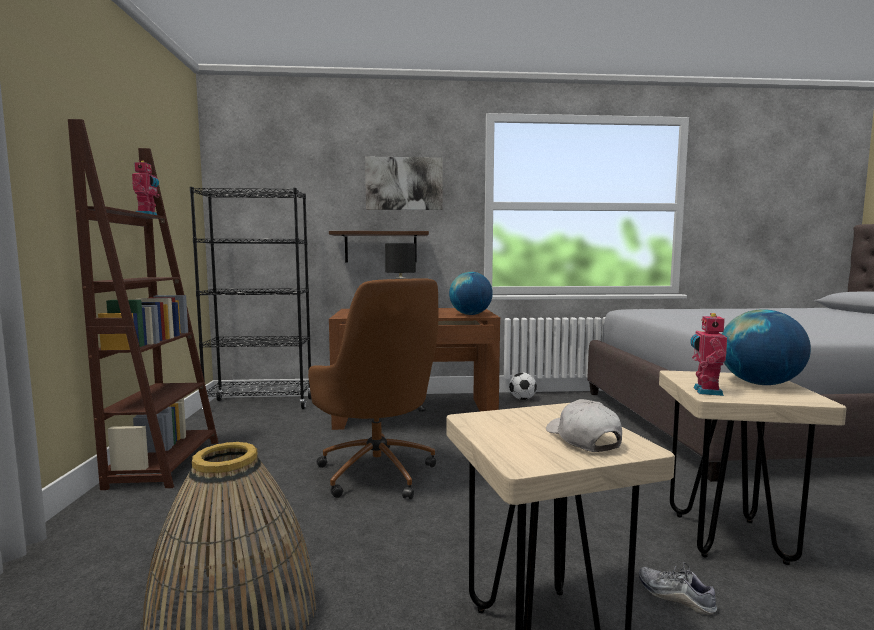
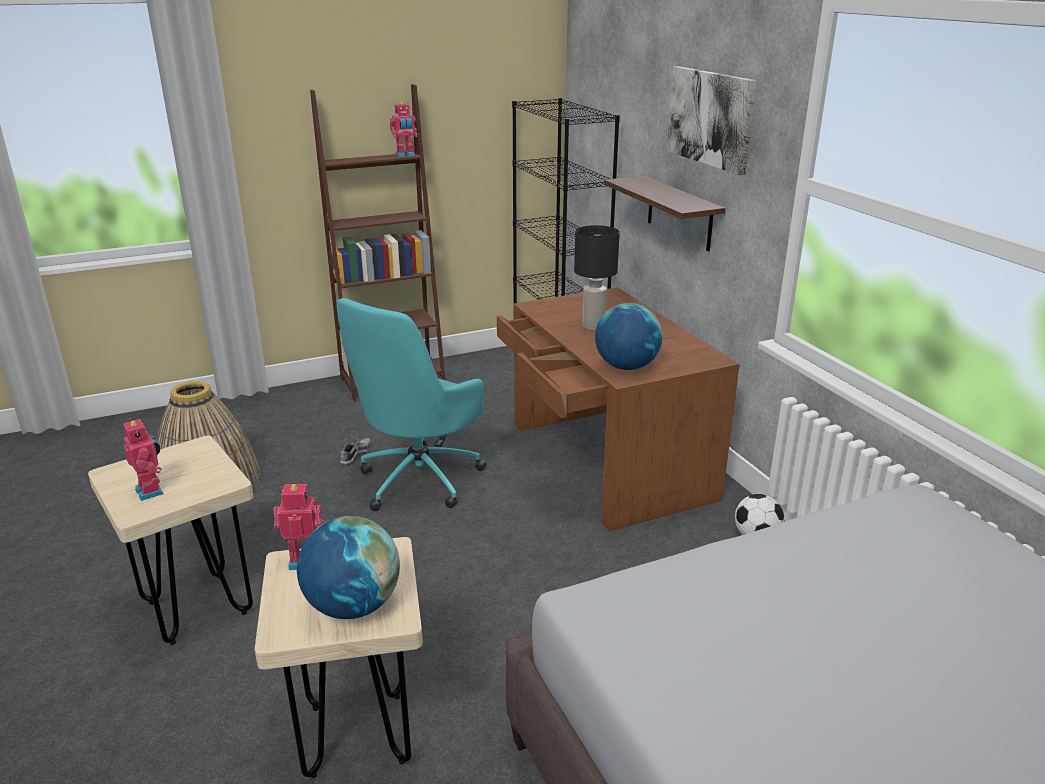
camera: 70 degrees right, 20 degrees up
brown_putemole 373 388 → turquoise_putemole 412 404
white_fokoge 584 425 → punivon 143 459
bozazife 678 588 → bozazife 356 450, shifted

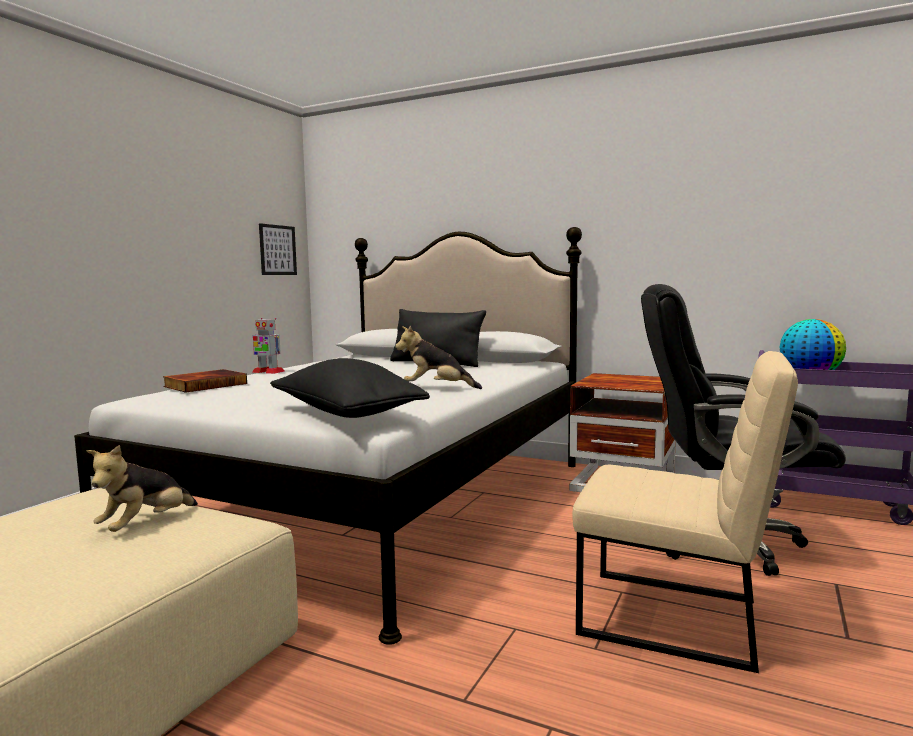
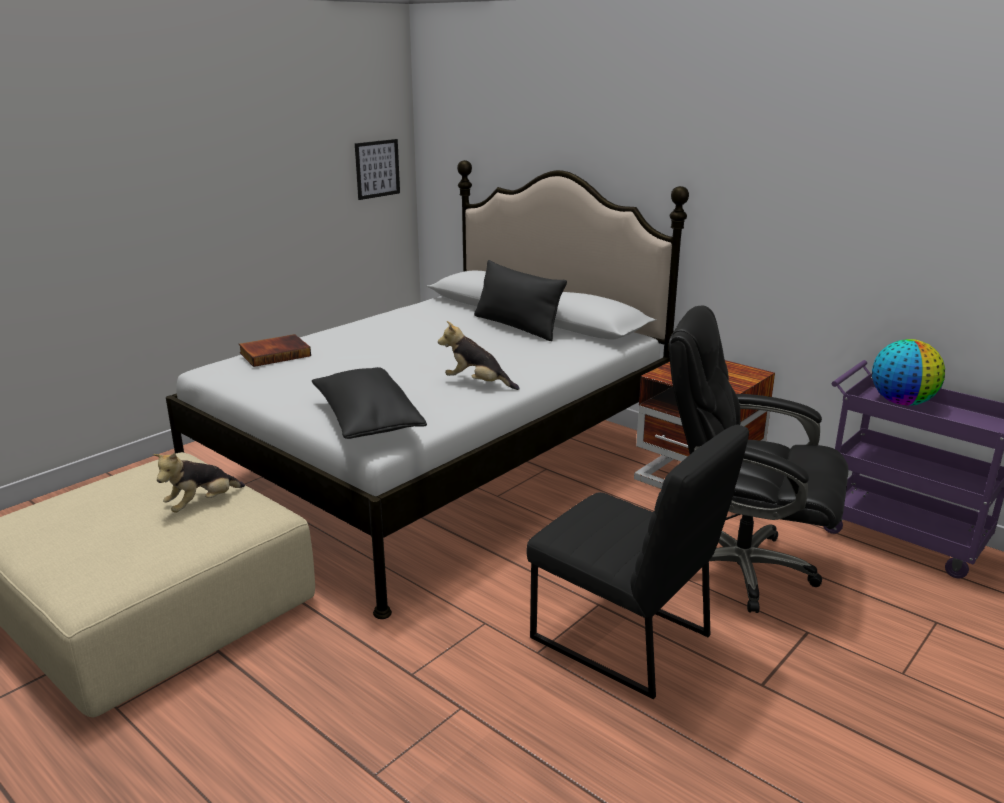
camera: 15 degrees right, 15 degrees up
punivon 268 346 → -
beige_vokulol 685 512 → black_vokulol 638 561

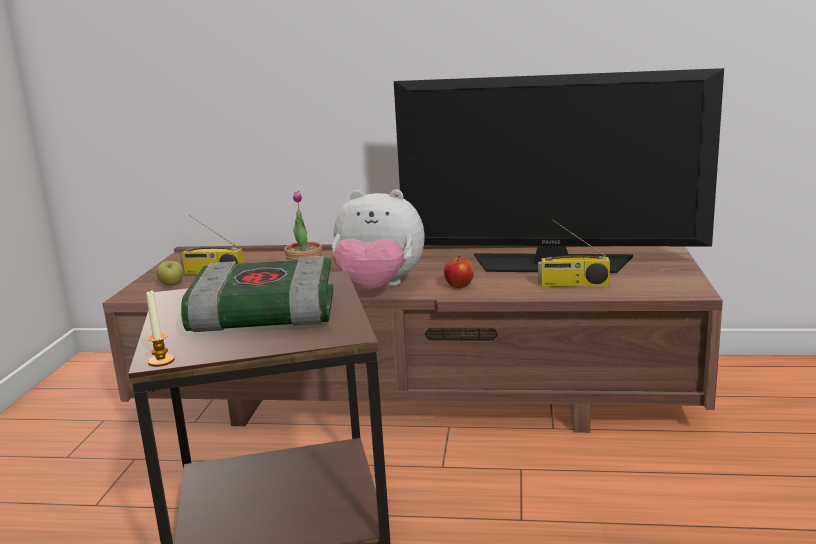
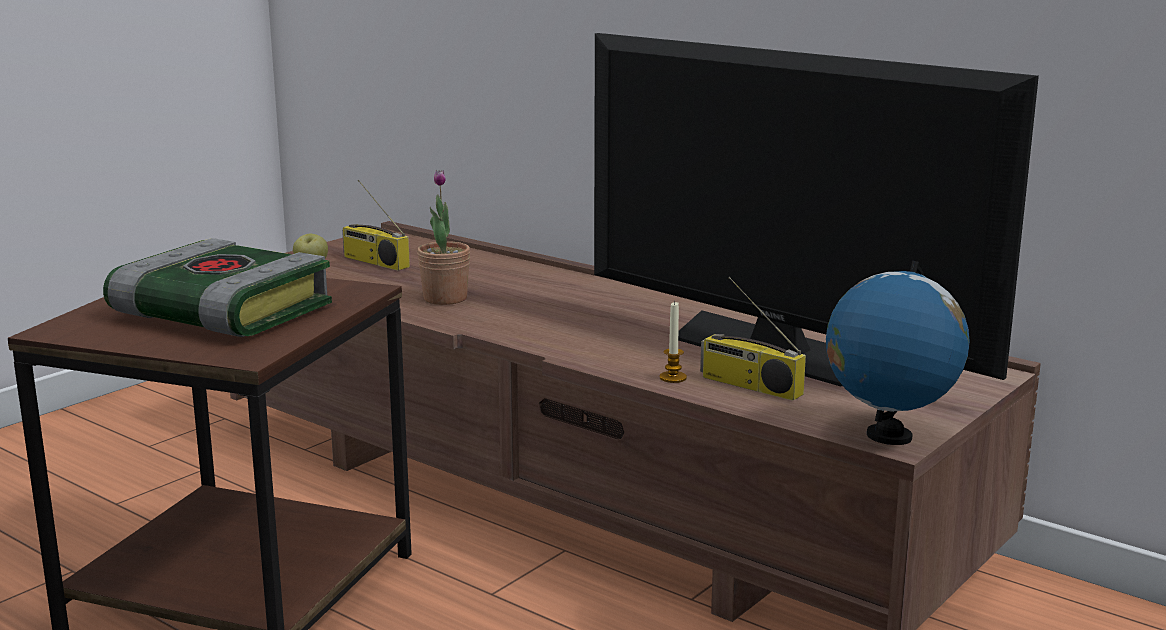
camera: 30 degrees right, 0 degrees up
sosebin 378 239 → -
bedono 459 271 → -
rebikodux 160 328 → rebikodux 673 342, shifted
- → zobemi 898 353

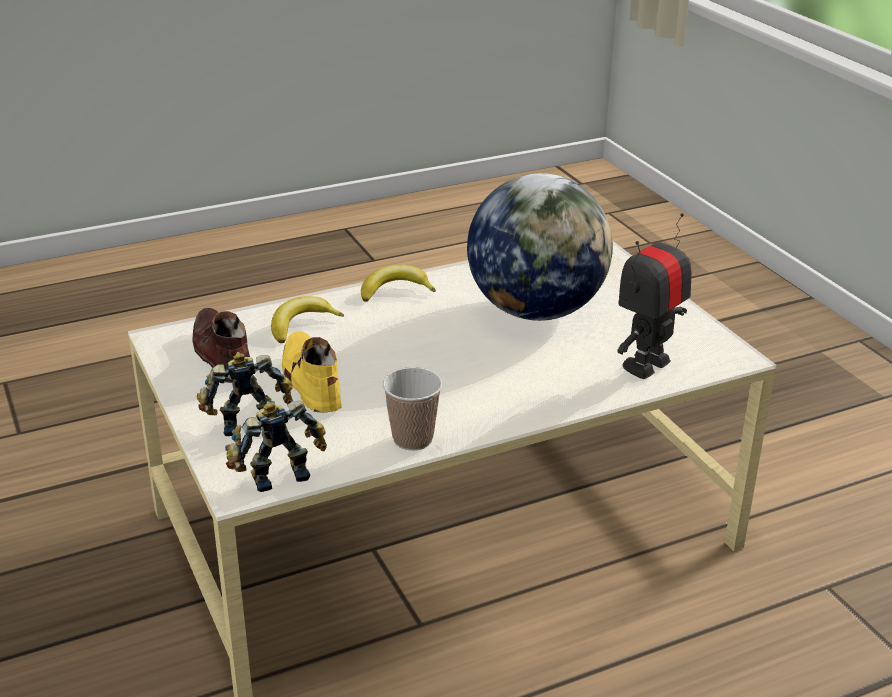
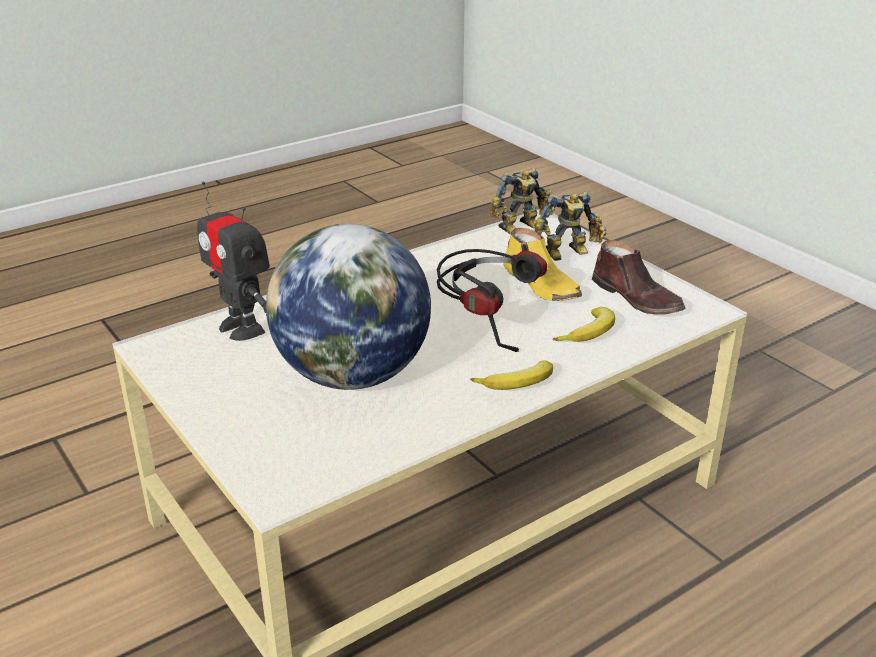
camera: 170 degrees right, 0 degrees up
punivon 655 296 → punivon 233 261, 105 degrees clockwise
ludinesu 412 409 → -
- → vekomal 492 300

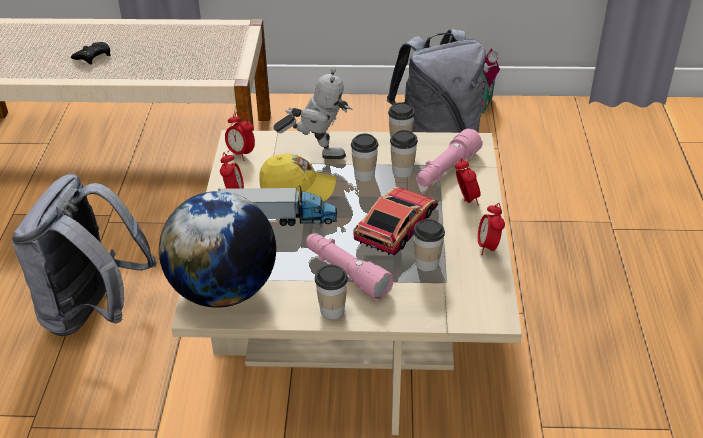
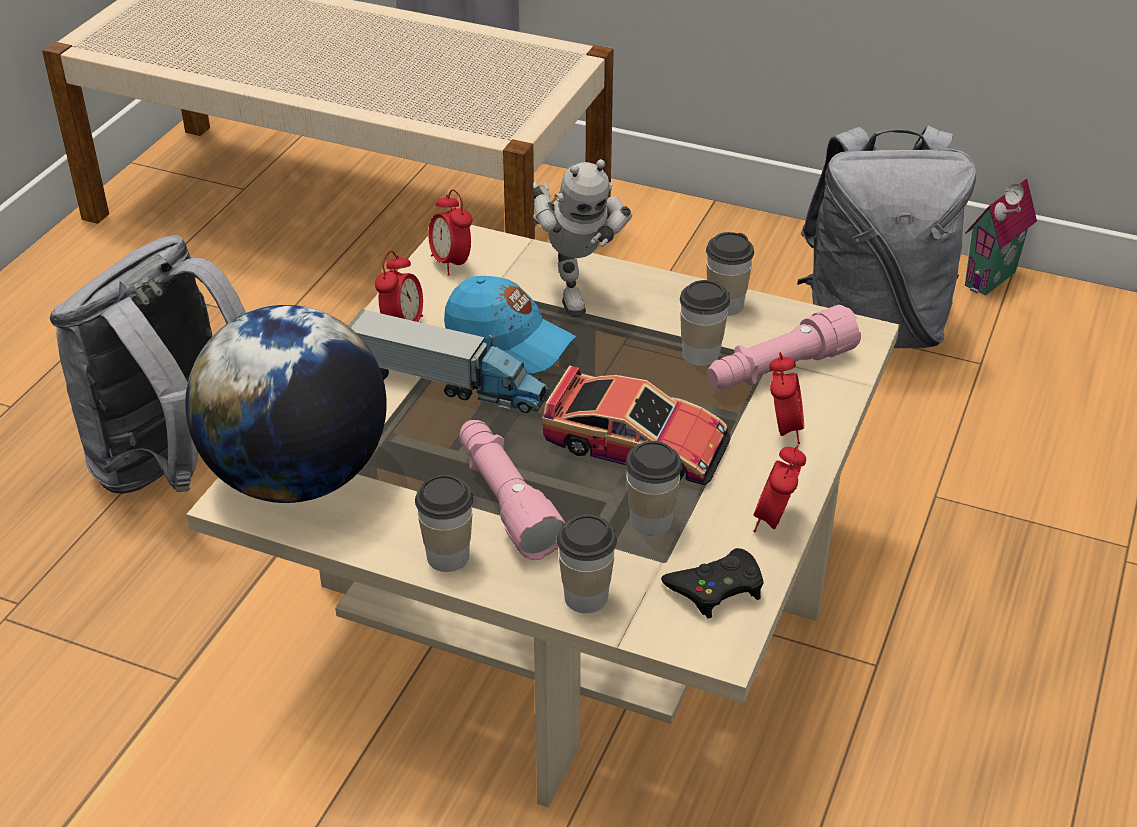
camera: 20 degrees right, 0 degrees up
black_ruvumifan 91 53 → black_ruvumifan 712 583, shifted
punivon 313 113 → punivon 582 238, 45 degrees clockwise
ludinesu 364 157 → ludinesu 587 563, shifted
yellow_fokoge 297 177 → blue_fokoge 510 324
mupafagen 396 221 → mupafagen 636 425, 60 degrees clockwise

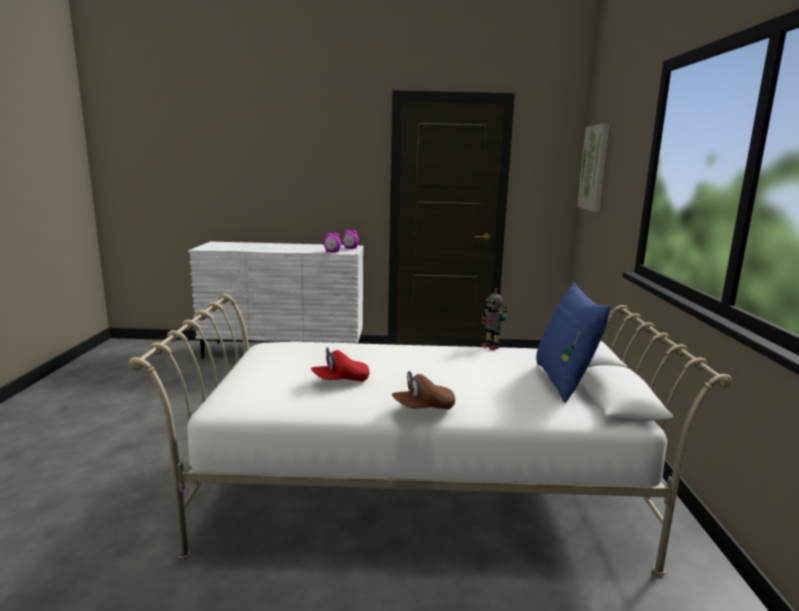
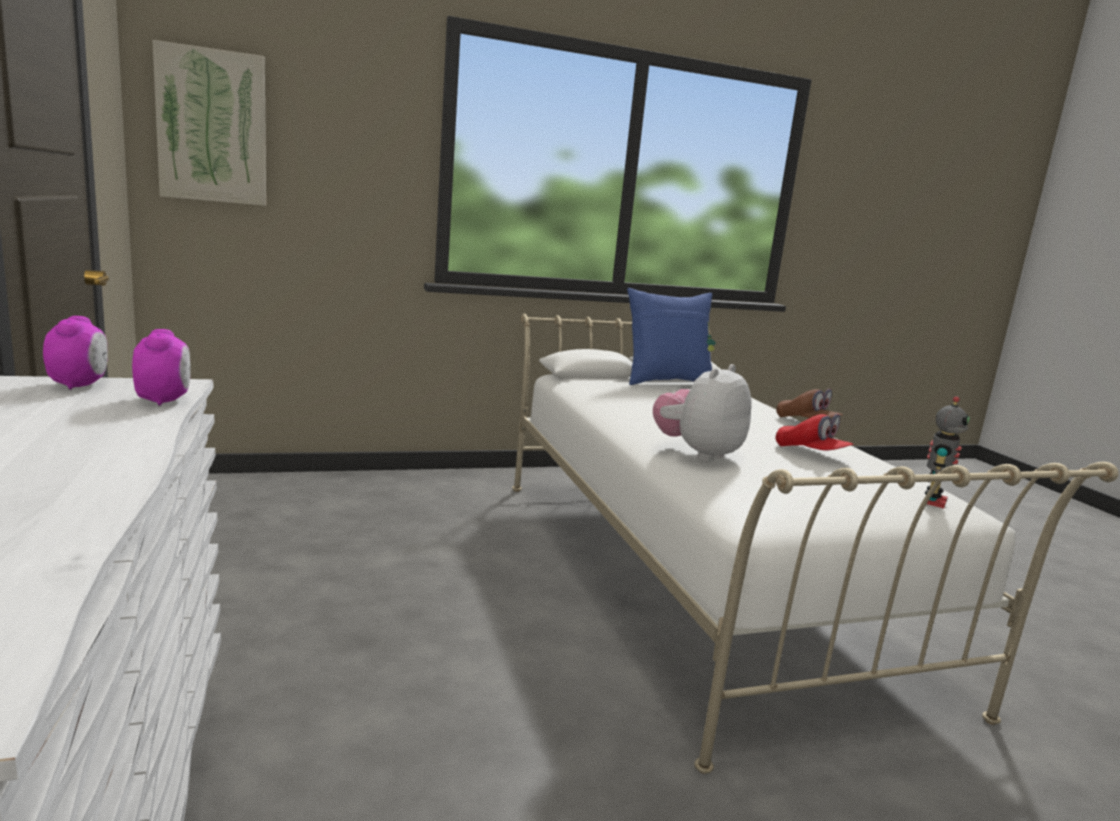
camera: 110 degrees left, 0 degrees up
punivon 494 319 → punivon 947 452, shifted
- → sosebin 702 413

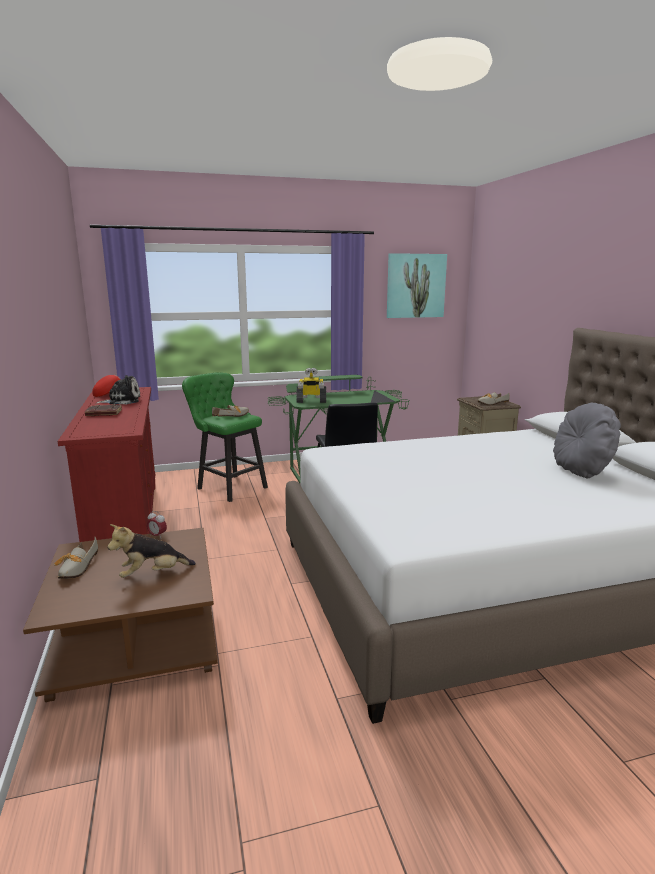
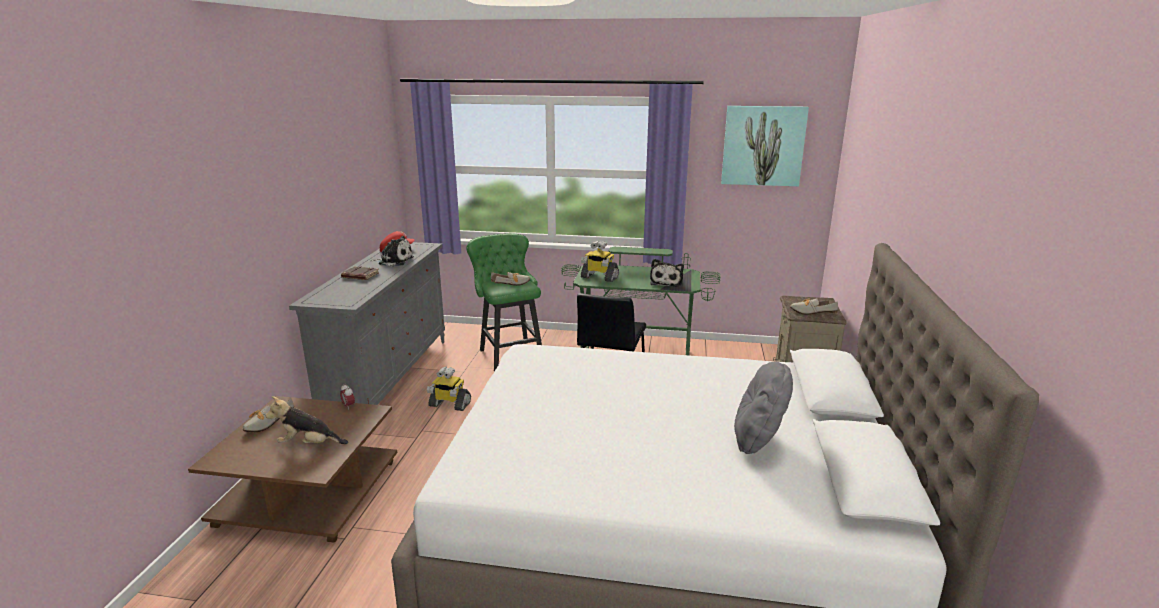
camera: 25 degrees right, 5 degrees up
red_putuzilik 106 464 → grey_putuzilik 367 323
- → sosebin 667 273
- → punivon 449 388

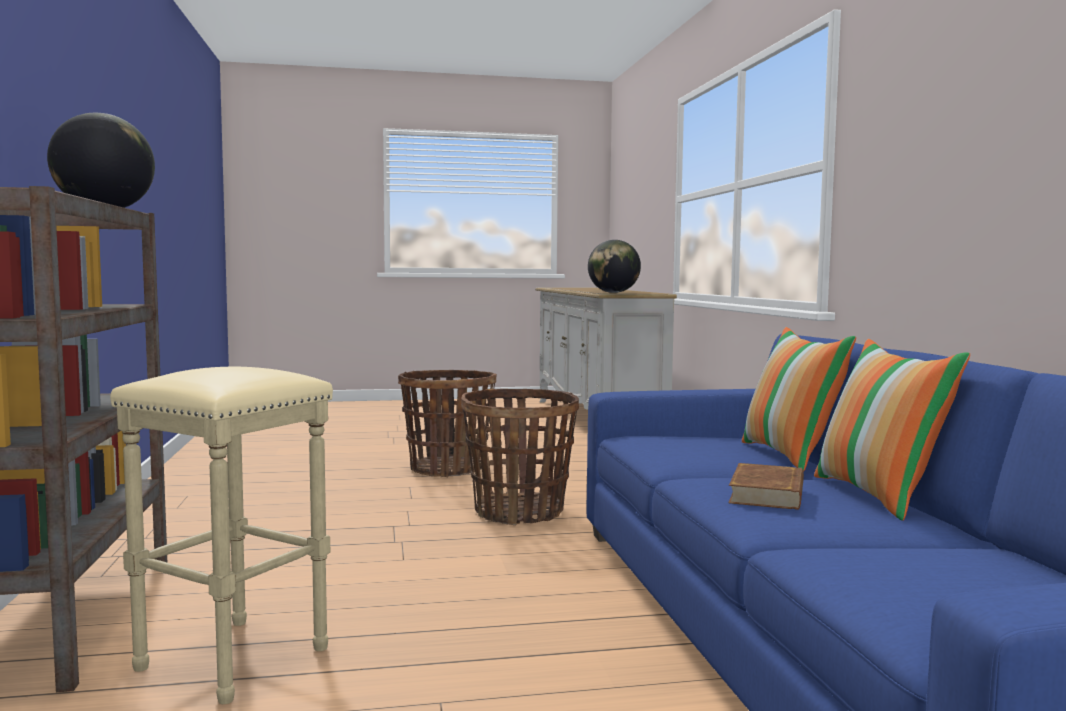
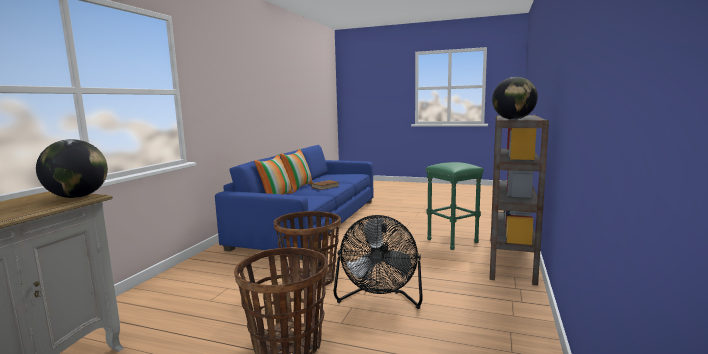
camera: 150 degrees left, 5 degrees up
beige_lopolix 221 535 → green_lopolix 455 206
- → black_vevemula 378 262

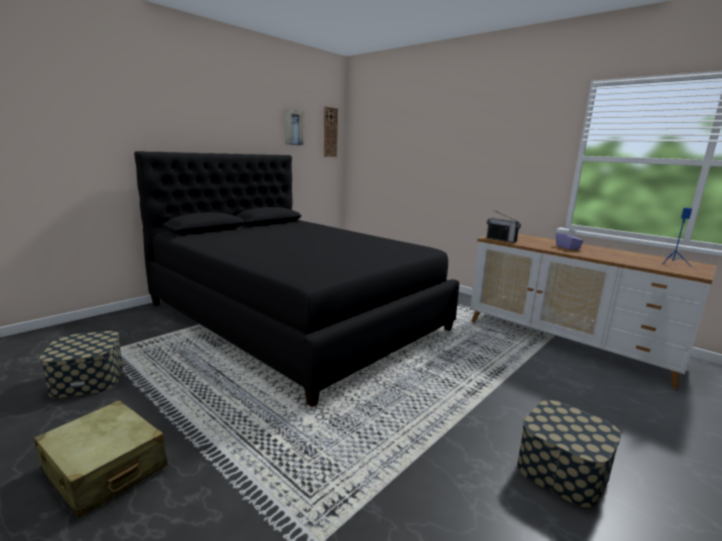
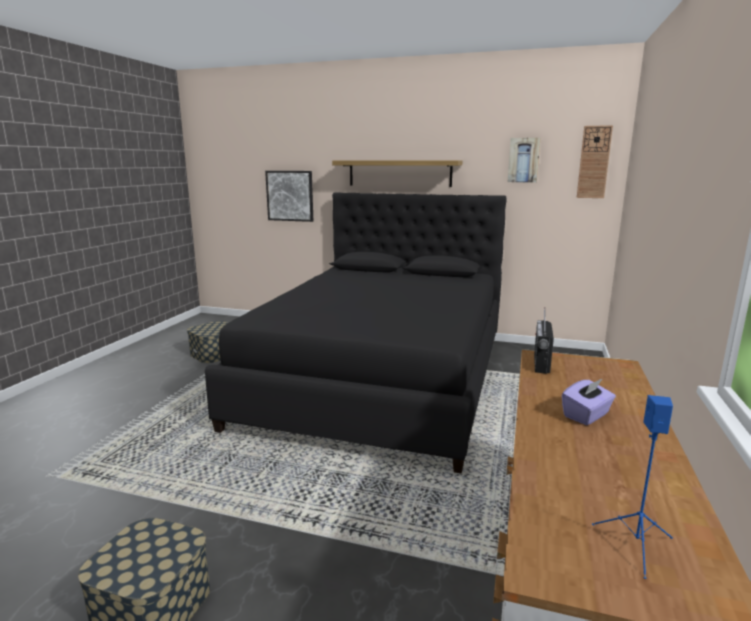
camera: 65 degrees right, 0 degrees up
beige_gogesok 101 459 → -
- → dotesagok 397 173
- → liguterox 289 196

